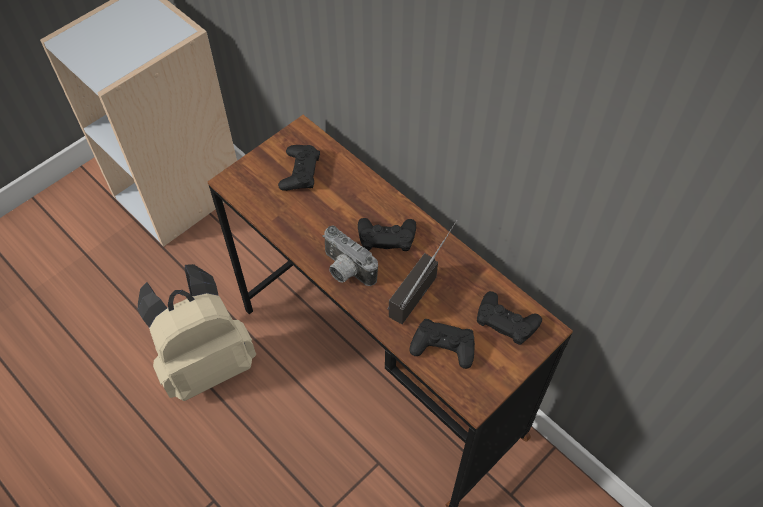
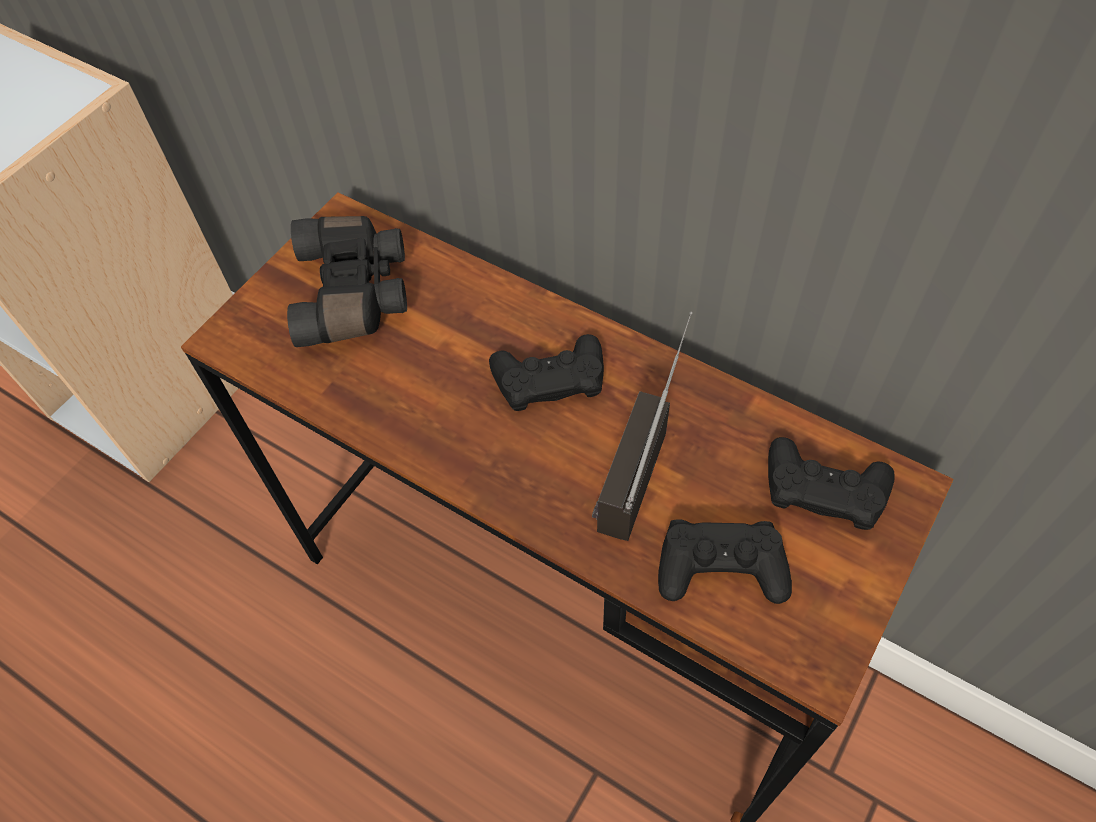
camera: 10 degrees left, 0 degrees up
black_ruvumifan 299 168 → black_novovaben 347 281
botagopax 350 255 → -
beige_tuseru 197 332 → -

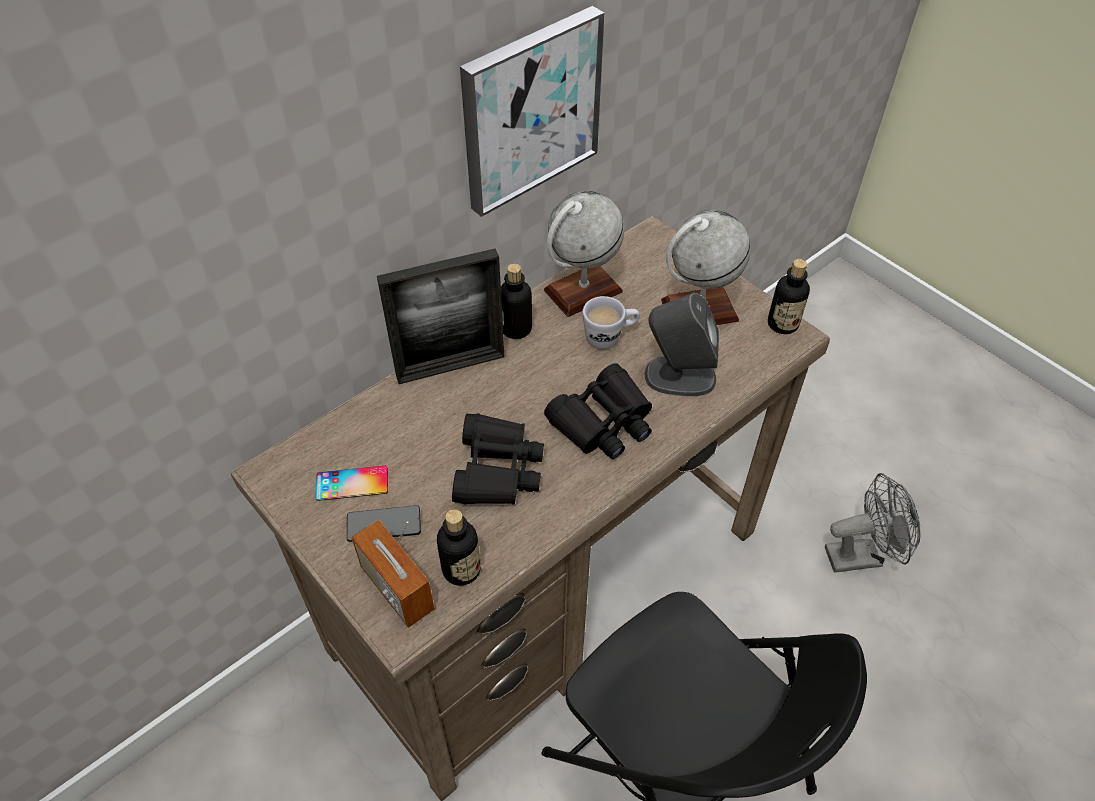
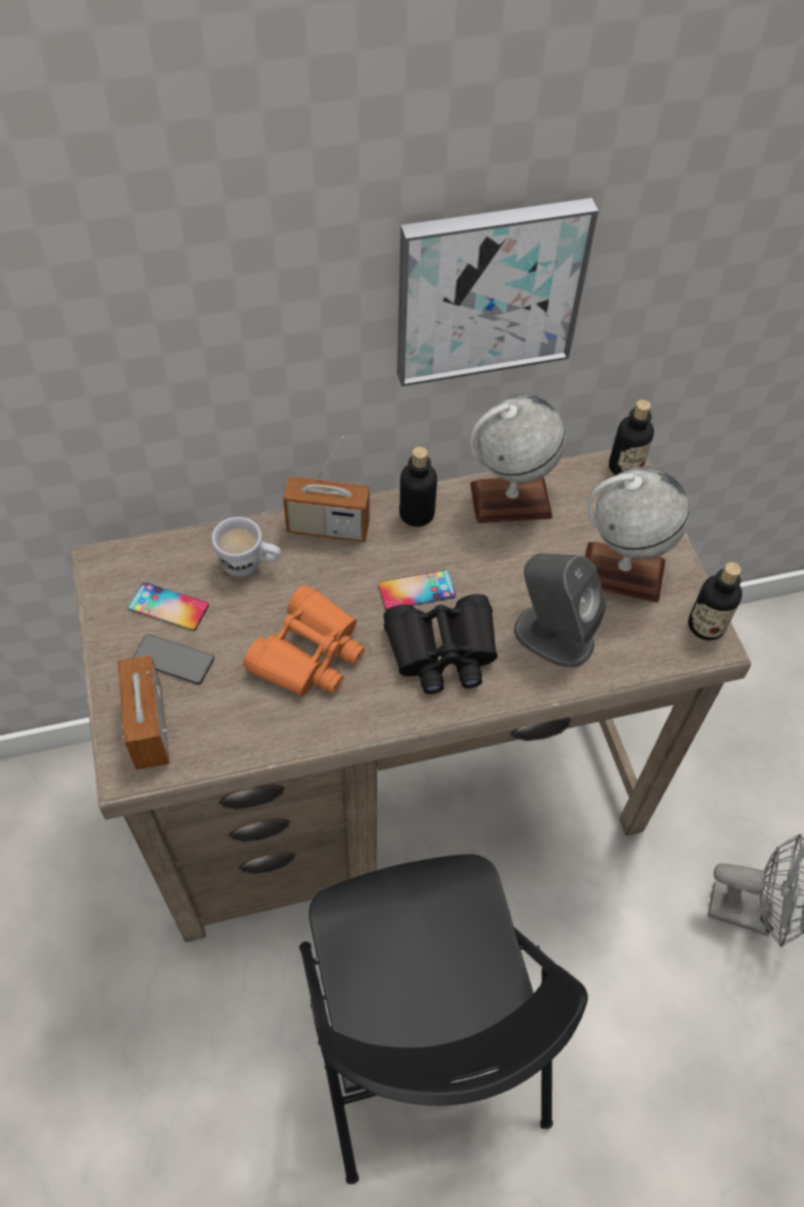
camera: 25 degrees right, 5 degrees up
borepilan 440 316 → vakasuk 326 489
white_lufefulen 611 322 → white_lufefulen 246 547, shifted
black_novovaben 498 459 → orange_novovaben 304 640
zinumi 459 547 → zinumi 631 437, shifted
- → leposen 417 590

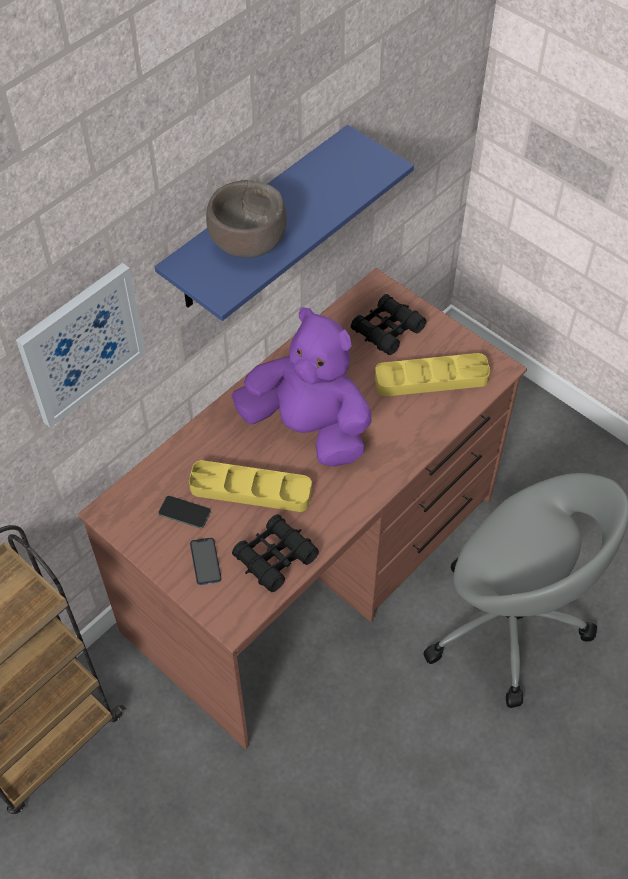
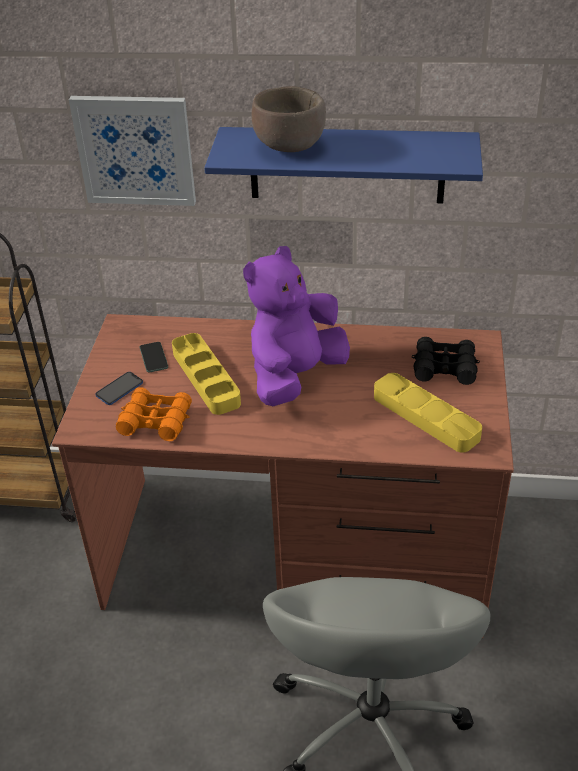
camera: 55 degrees right, 15 degrees down
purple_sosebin 301 387 → purple_sosebin 296 326, 135 degrees counterclockwise
black_novovaben 275 553 → orange_novovaben 154 414

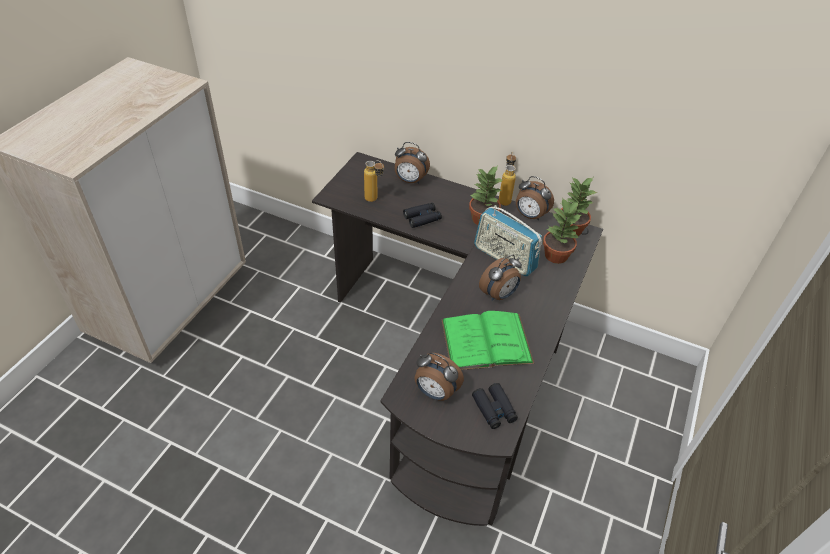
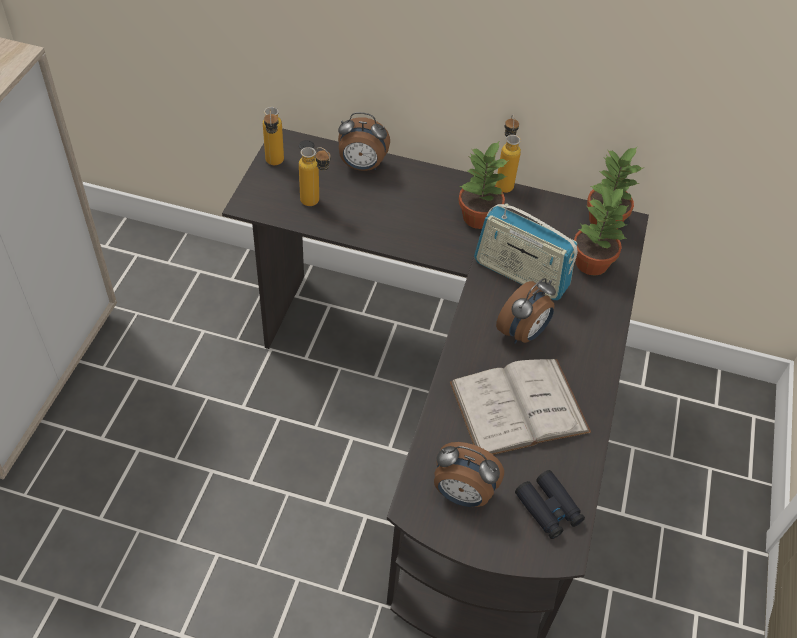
camera: 10 degrees left, 5 degrees up
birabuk 535 198 → -
black_novovaben 422 215 → -
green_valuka 488 340 → white_valuka 520 407
- → zinumi 273 136

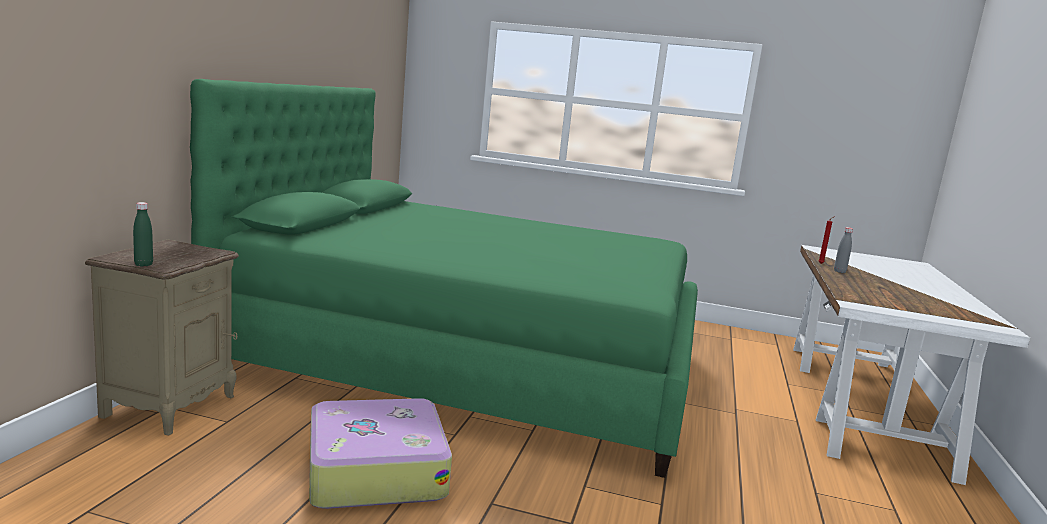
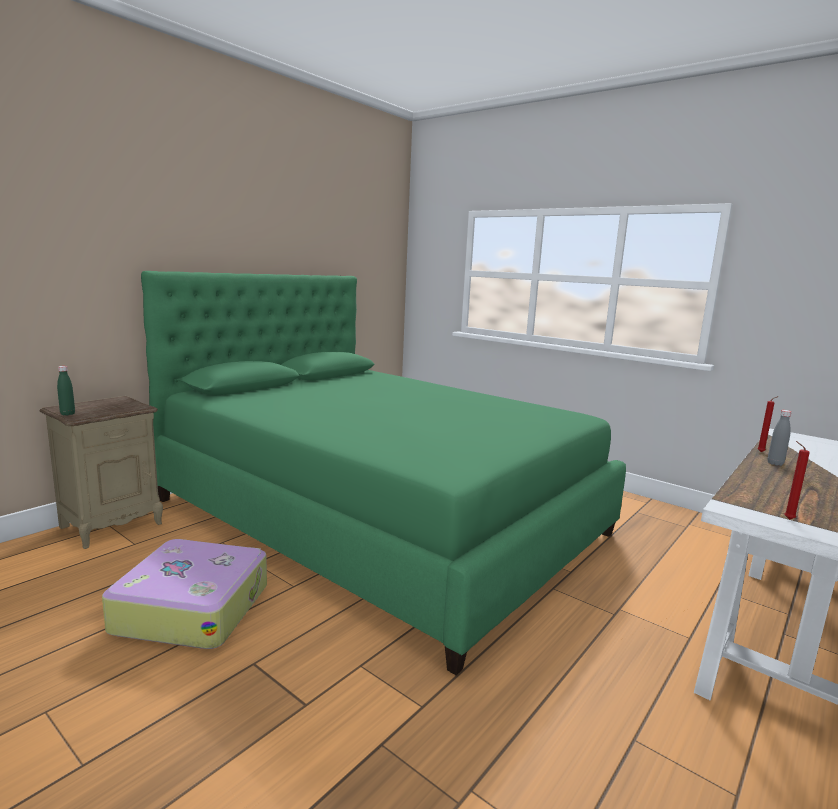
camera: 25 degrees right, 0 degrees up
- → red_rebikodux 797 480

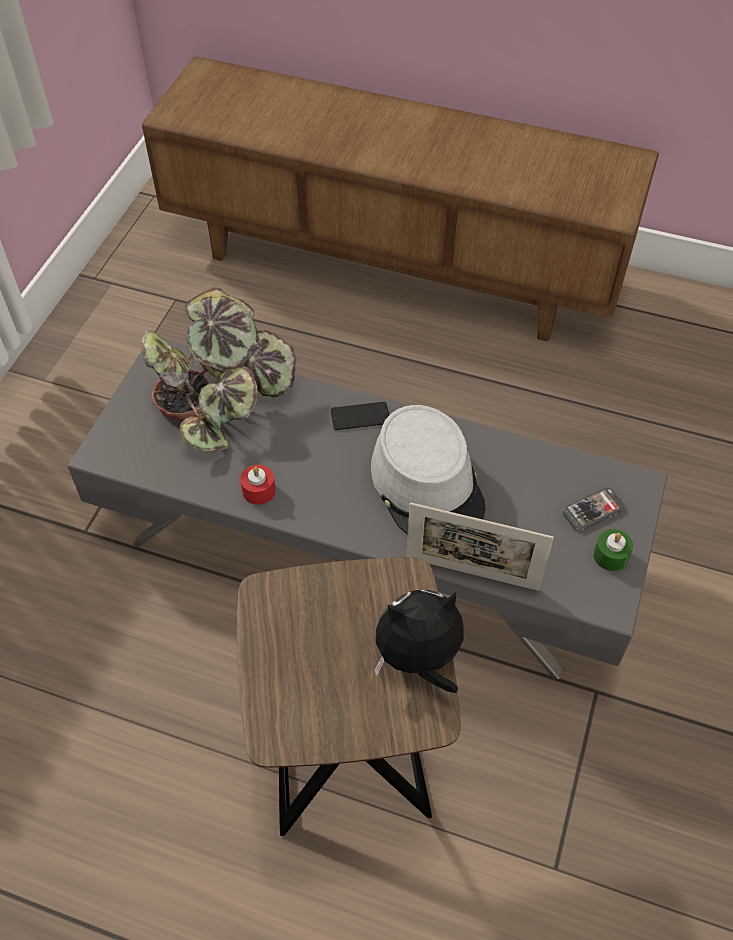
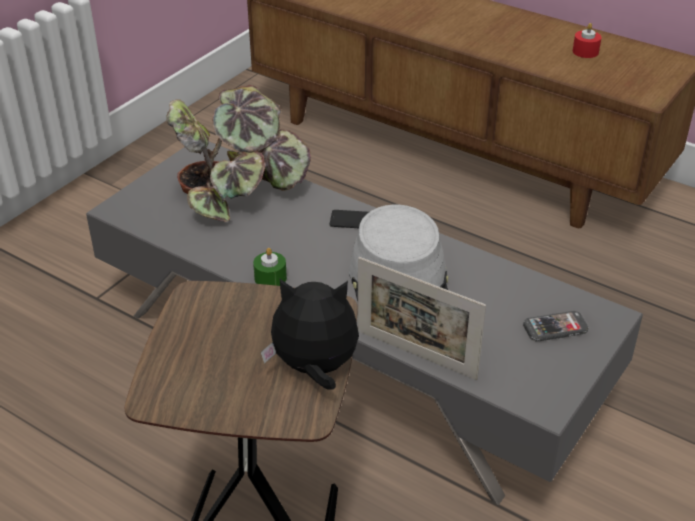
camera: 15 degrees right, 15 degrees down
red_rebikodux 258 485 → red_rebikodux 587 40, shifted
green_rebikodux 613 550 → green_rebikodux 270 267, shifted

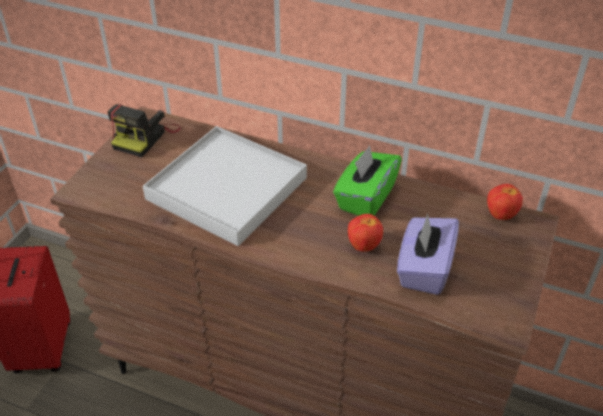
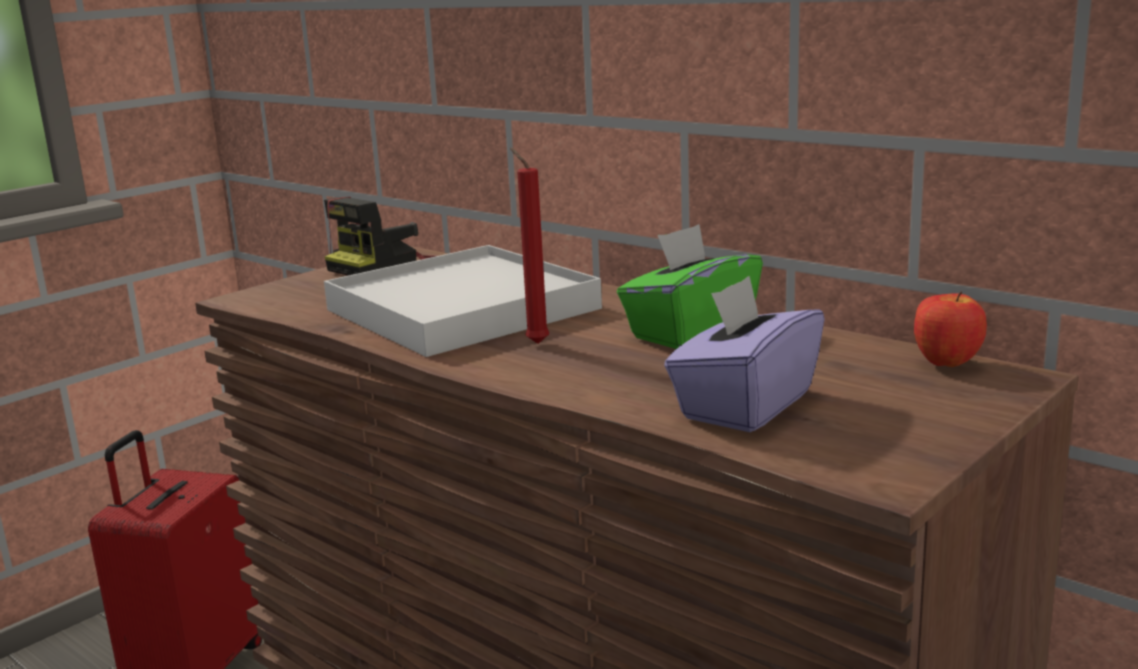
camera: 20 degrees right, 25 degrees down
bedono 365 233 → -
- → red_rebikodux 529 246

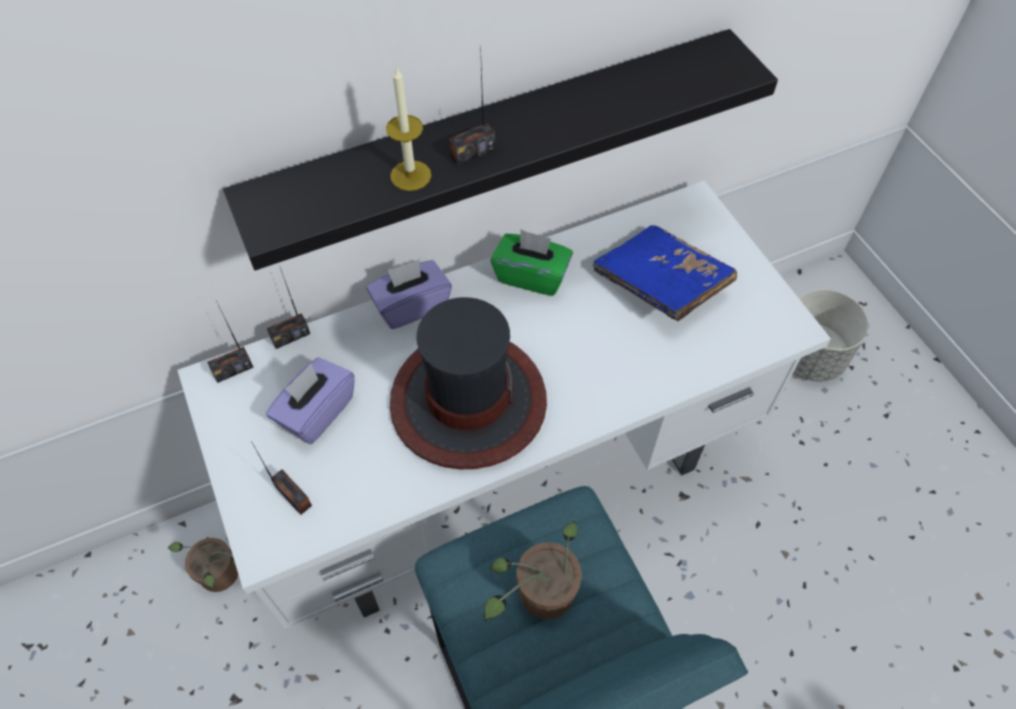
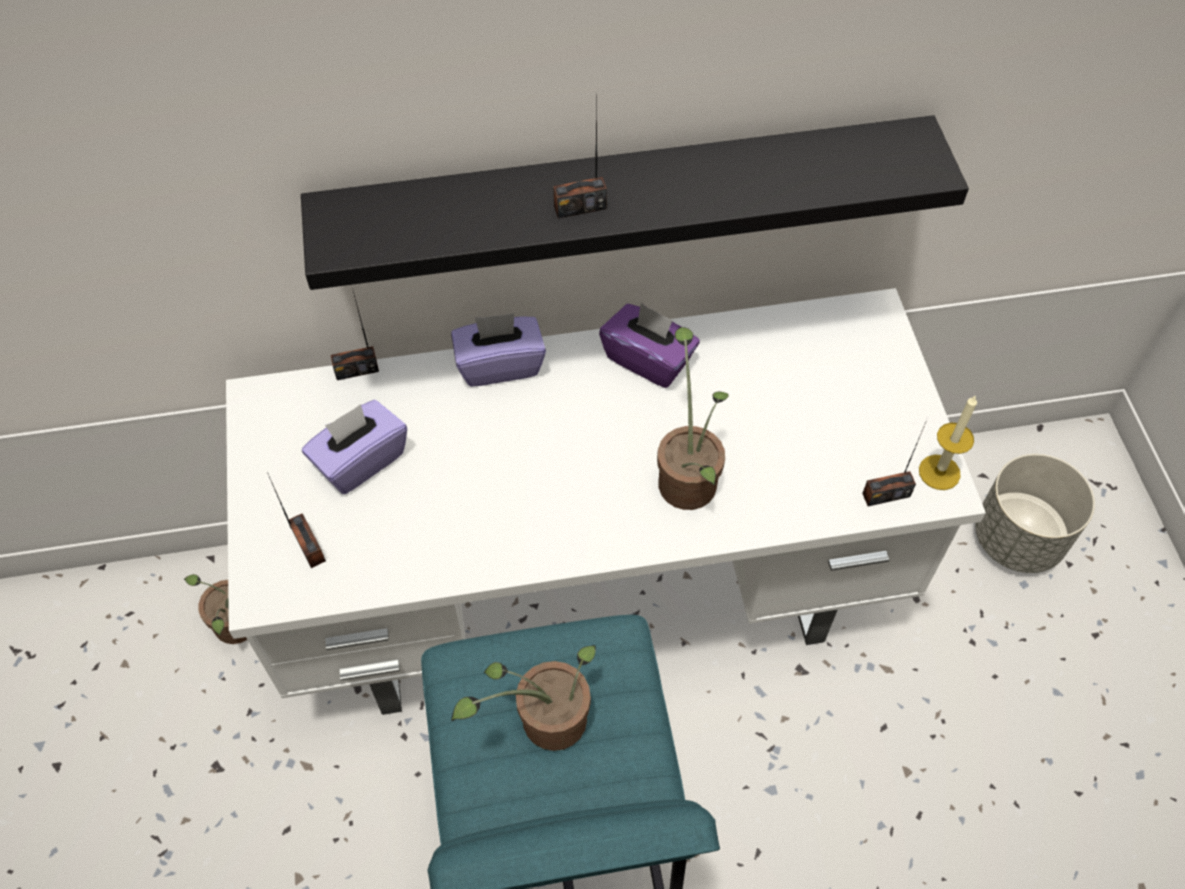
camera: 15 degrees right, 0 degrees up
rebikodux 408 128 → rebikodux 948 442, shifted
blue_valuka 665 273 → -
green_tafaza 532 262 → purple_tafaza 649 345
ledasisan 468 383 → -
vakasuk 230 343 → vakasuk 895 462, shifted
- → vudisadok 693 418

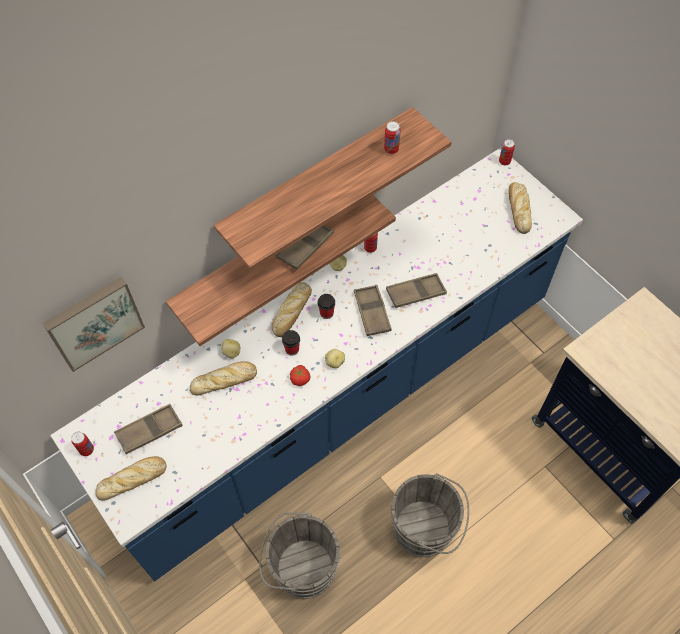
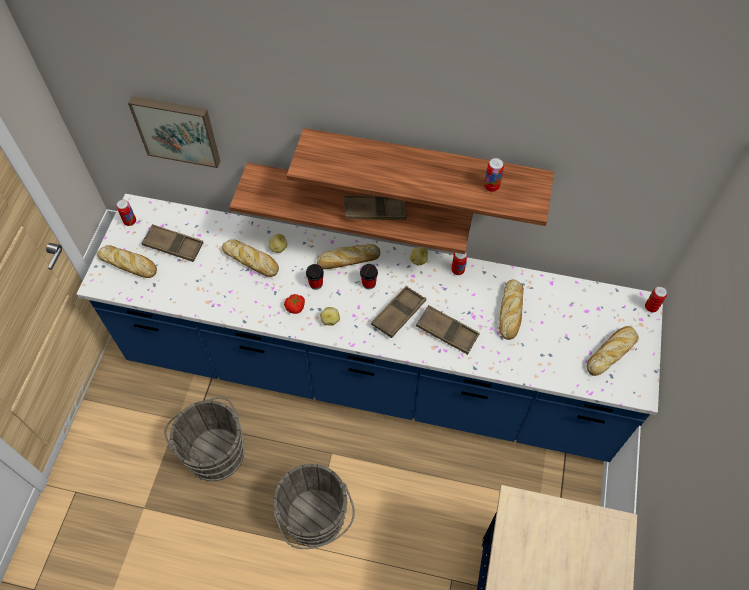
camera: 50 degrees right, 0 degrees up
- → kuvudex 511 309

